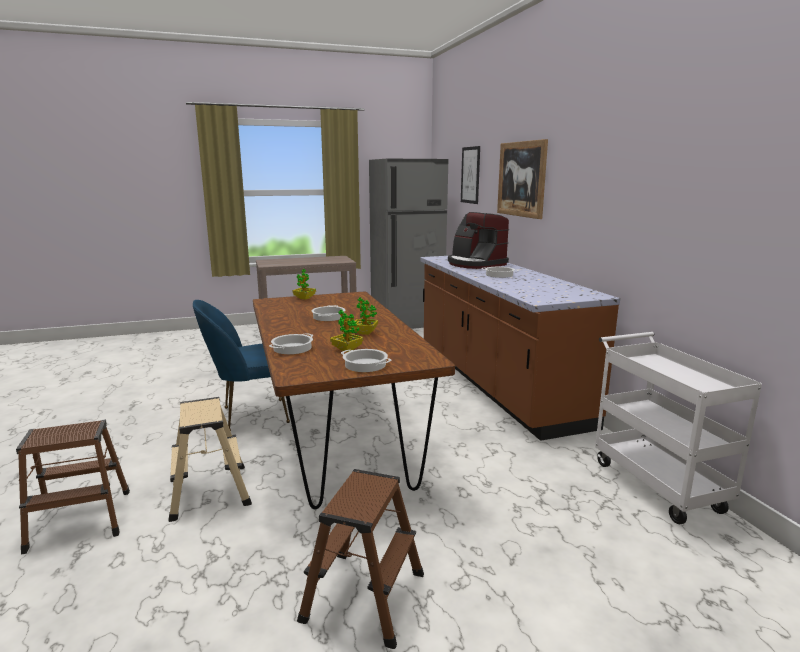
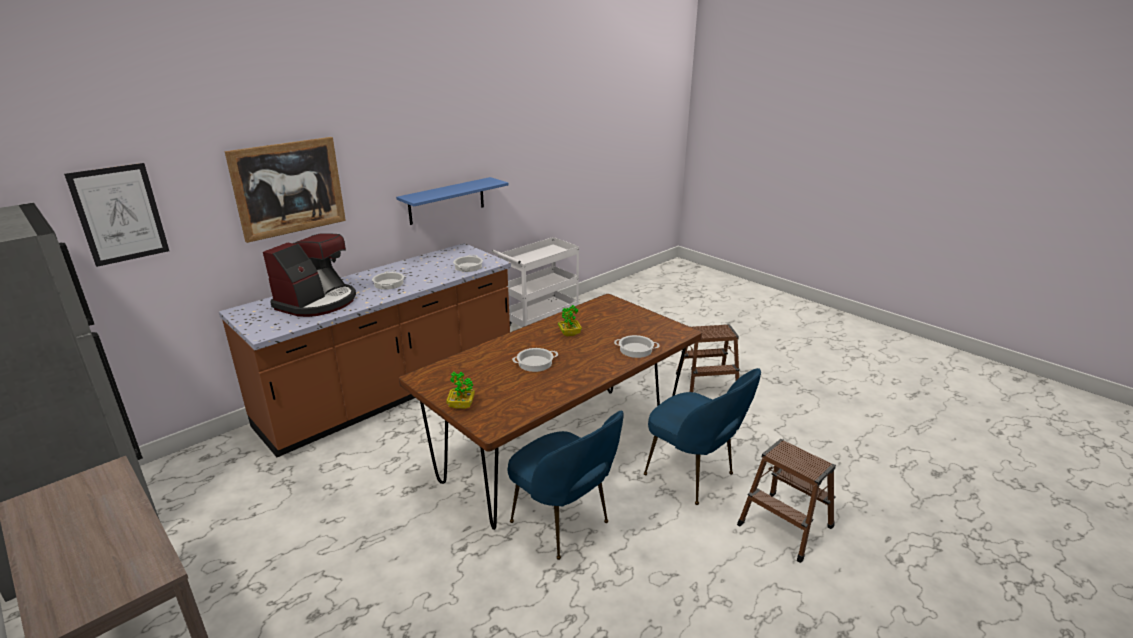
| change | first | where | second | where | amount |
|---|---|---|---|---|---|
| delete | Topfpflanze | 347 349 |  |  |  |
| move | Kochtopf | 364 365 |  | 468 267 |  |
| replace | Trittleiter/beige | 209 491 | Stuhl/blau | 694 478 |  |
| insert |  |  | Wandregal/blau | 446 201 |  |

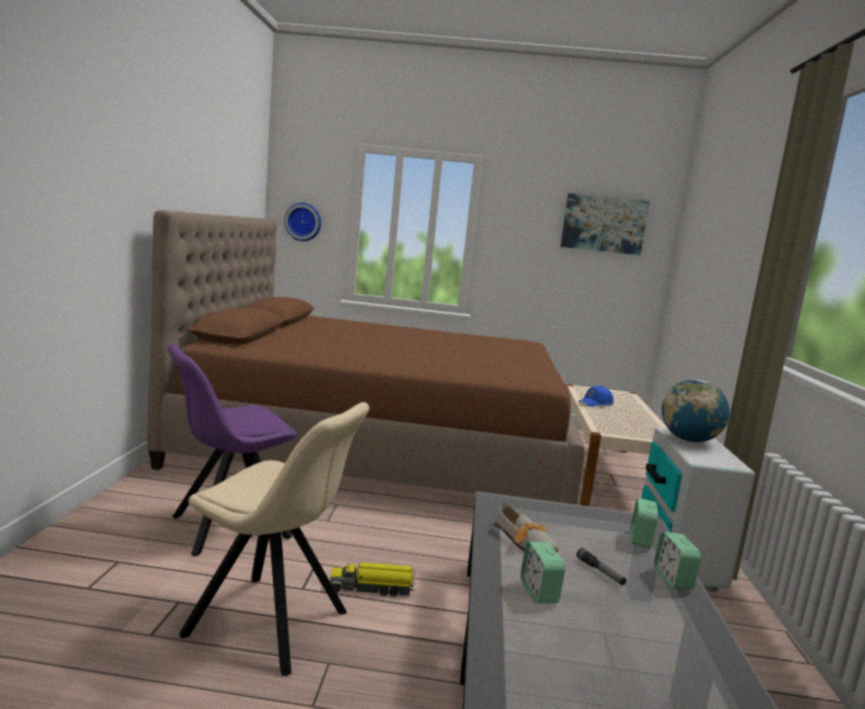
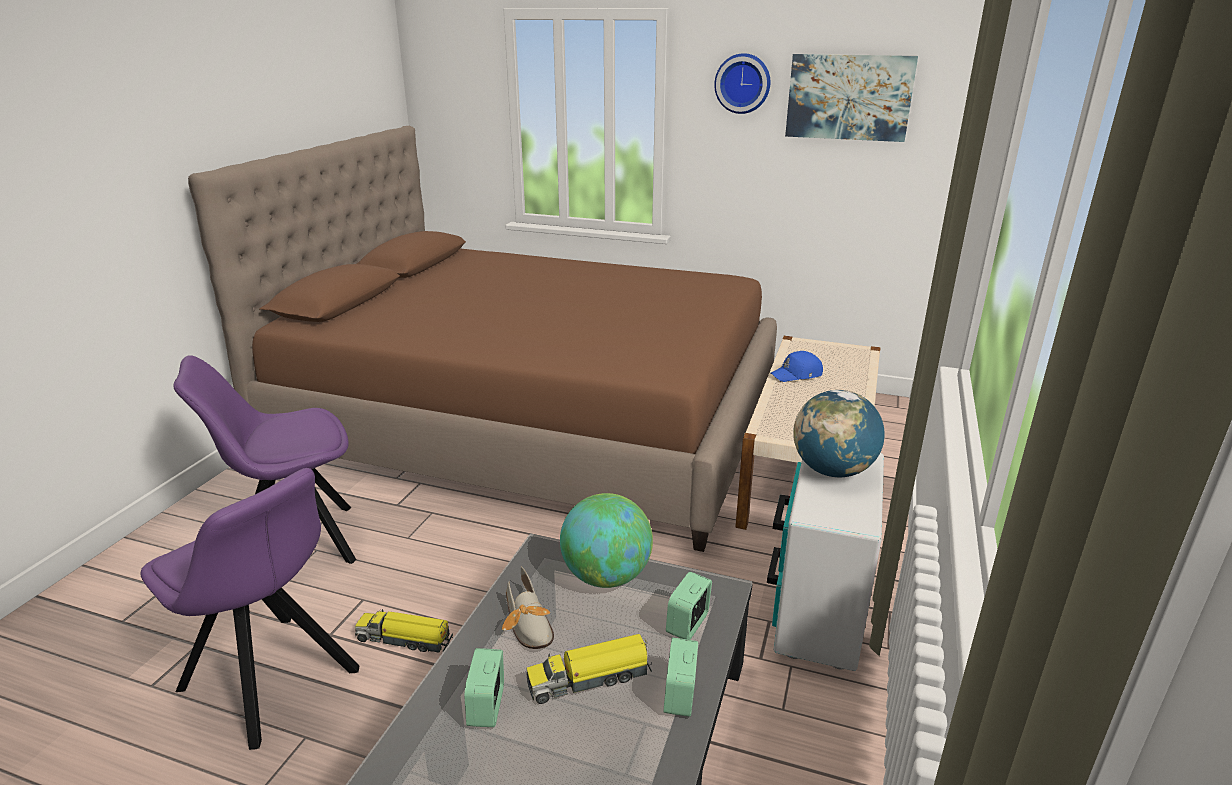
| change | first | where | second | where | amount |
|---|---|---|---|---|---|
| move | Wanduhr | 303 222 |  | 743 83 |  |
| recolor | Stuhl/beige | 269 623 | Stuhl/lila | 271 679 |  |
| replace | Taschenlampe | 600 572 | Spielzeuglaster | 590 678 |  |
| insert |  |  | Globus | 606 576 |  |

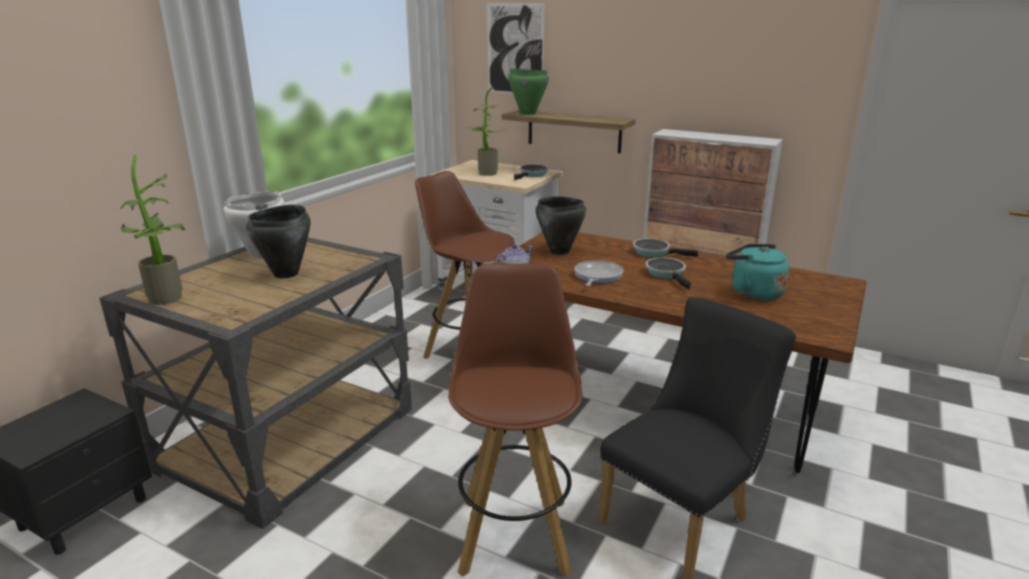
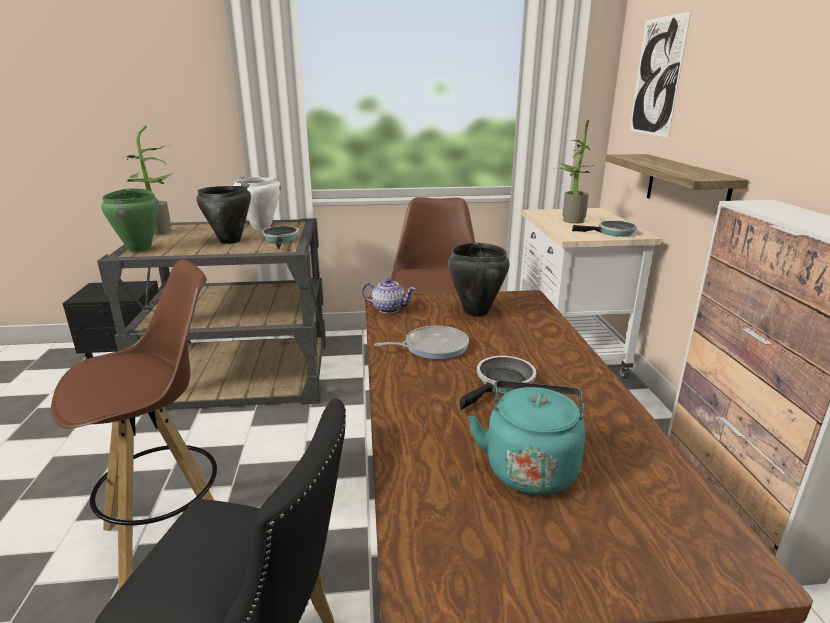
| change | first | where | second | where | amount |
|---|---|---|---|---|---|
| move | Kochtopf/grün | 527 113 |  | 140 249 |  |
| move | Pfanne | 654 252 |  | 281 239 |  |

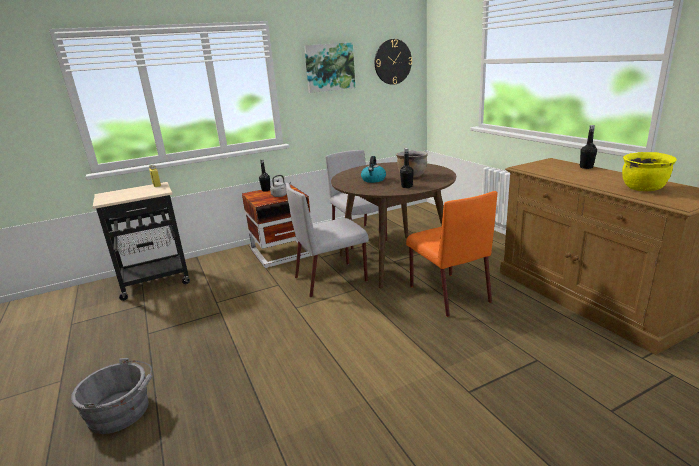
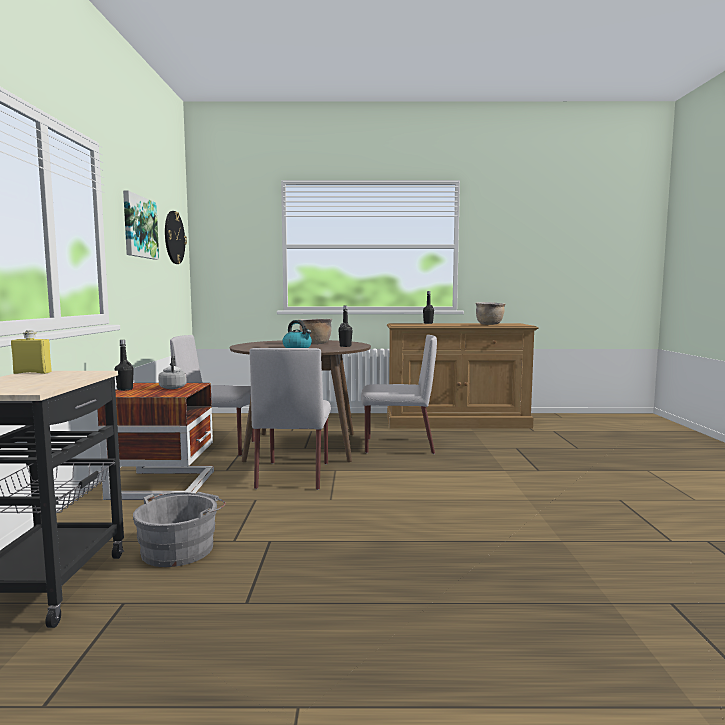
| change | first | where | second | where | amount |
|---|---|---|---|---|---|
| recolor | Kochtopf/gelb | 643 189 | Kochtopf/braun | 489 324 |  |
| recolor | Stuhl/orange | 448 293 | Stuhl/grau | 397 446 |  |
| move | Eimer/grau | 122 411 |  | 181 548 |  |

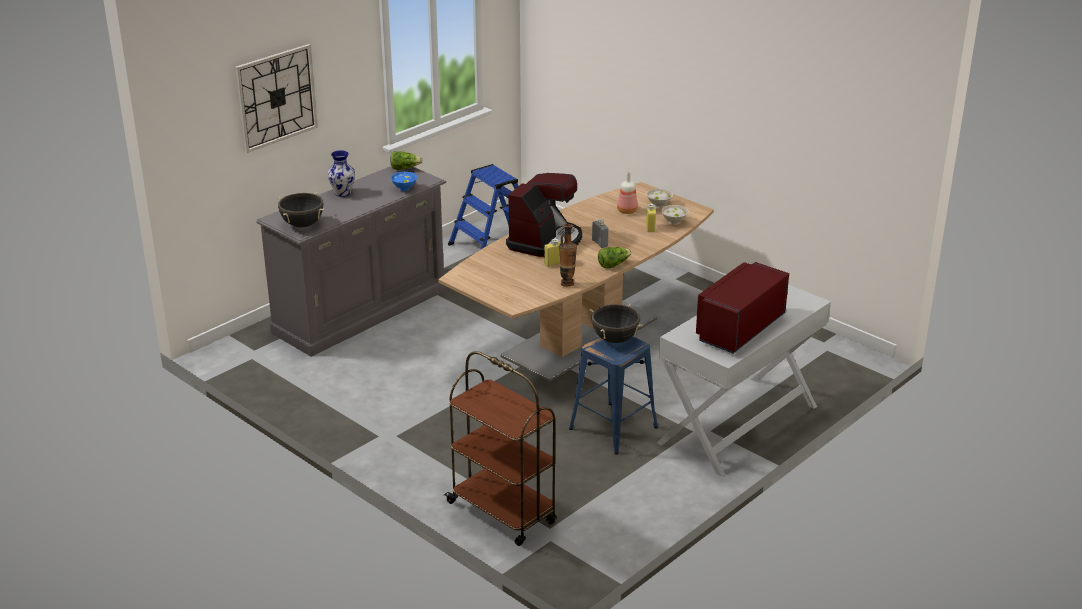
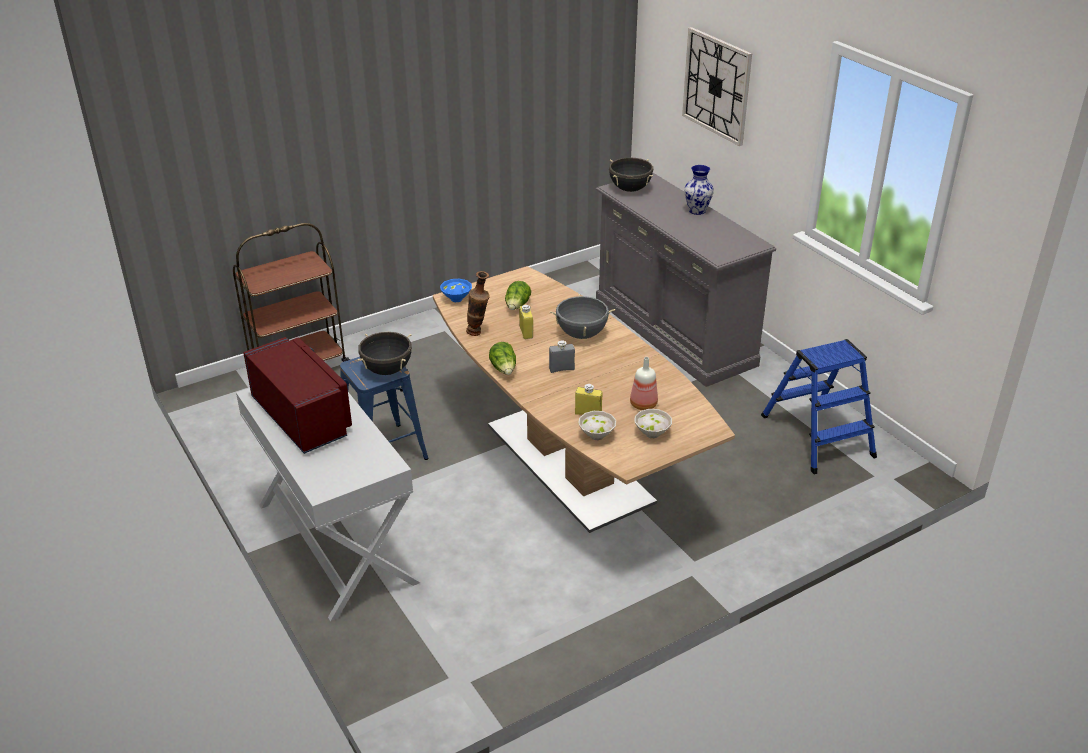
| change | first | where | second | where | amount |
|---|---|---|---|---|---|
| move | Salatkopf | 405 168 |  | 517 306 |  |
| move | Schüssel/blau | 404 188 |  | 457 299 |  |
| replace | Kaffeemaschine | 545 241 | Kochtopf/grau | 582 334 |  |

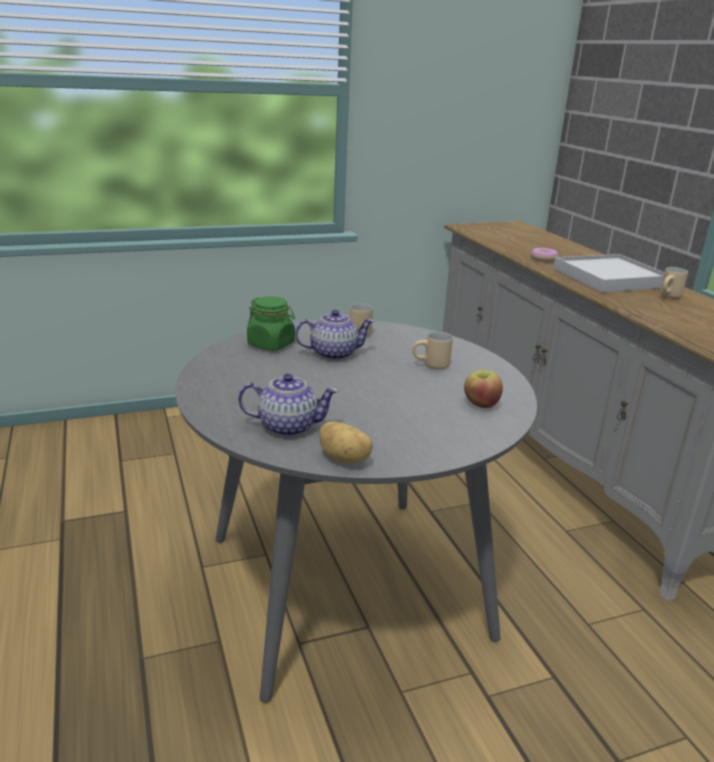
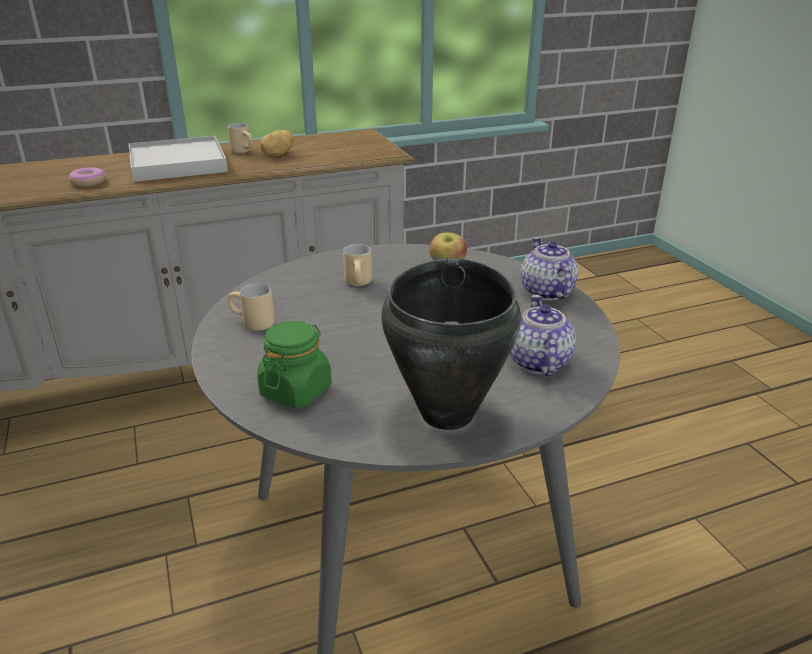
| change | first | where | second | where | amount |
|---|---|---|---|---|---|
| move | Teekanne | 333 353 |  | 546 292 |  |
| move | Kartoffel | 345 458 |  | 277 154 |  |
| insert |  |  | Kochtopf/schwarz | 448 413 |  |

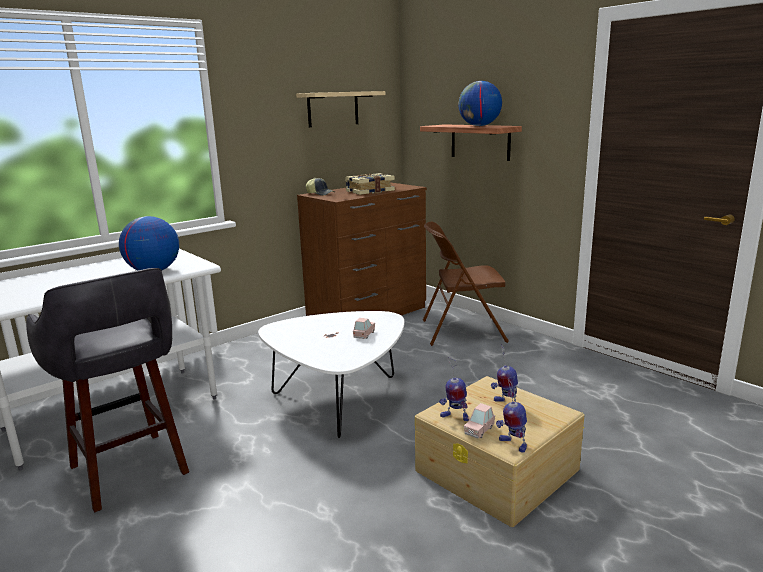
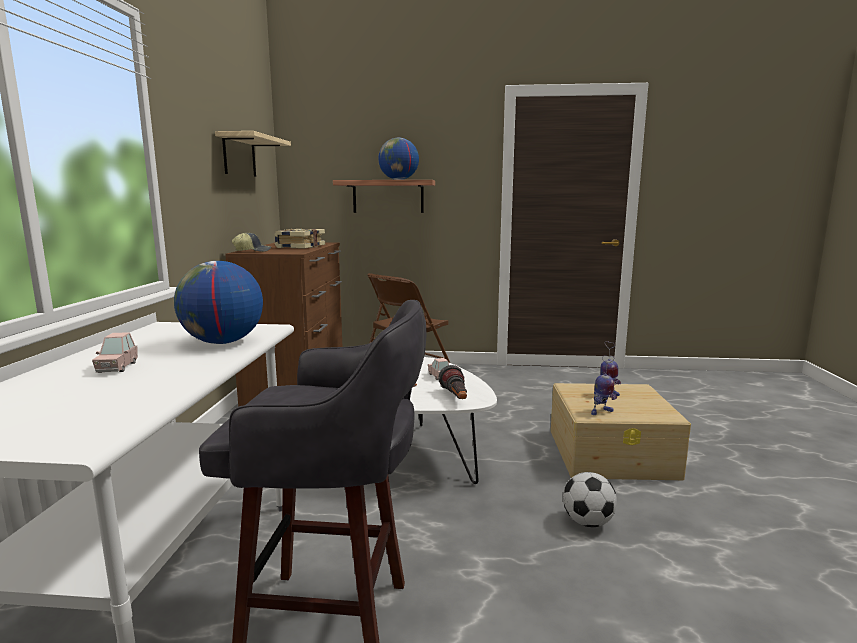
| change | first | where | second | where | amount |
|---|---|---|---|---|---|
| delete | Spielzeugroboter | 512 444 |  |  |  |
| move | Spielzeugauto/rosa | 479 430 |  | 117 367 |  |
| insert |  |  | Taschenlampe | 456 398 |  |
| insert |  |  | Fußball | 588 522 |  |

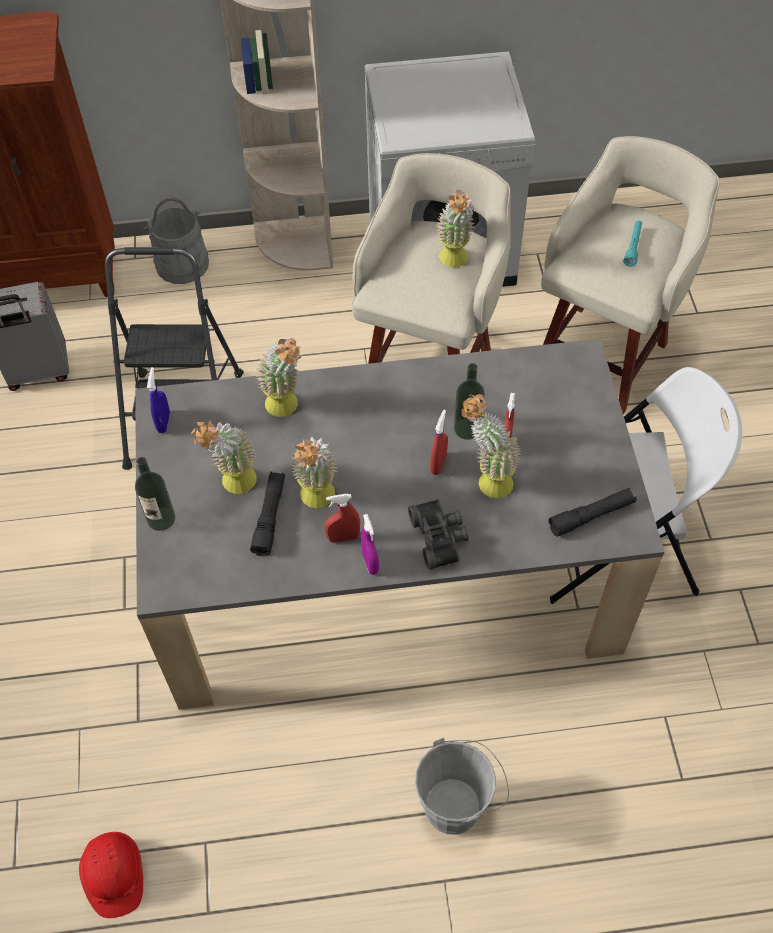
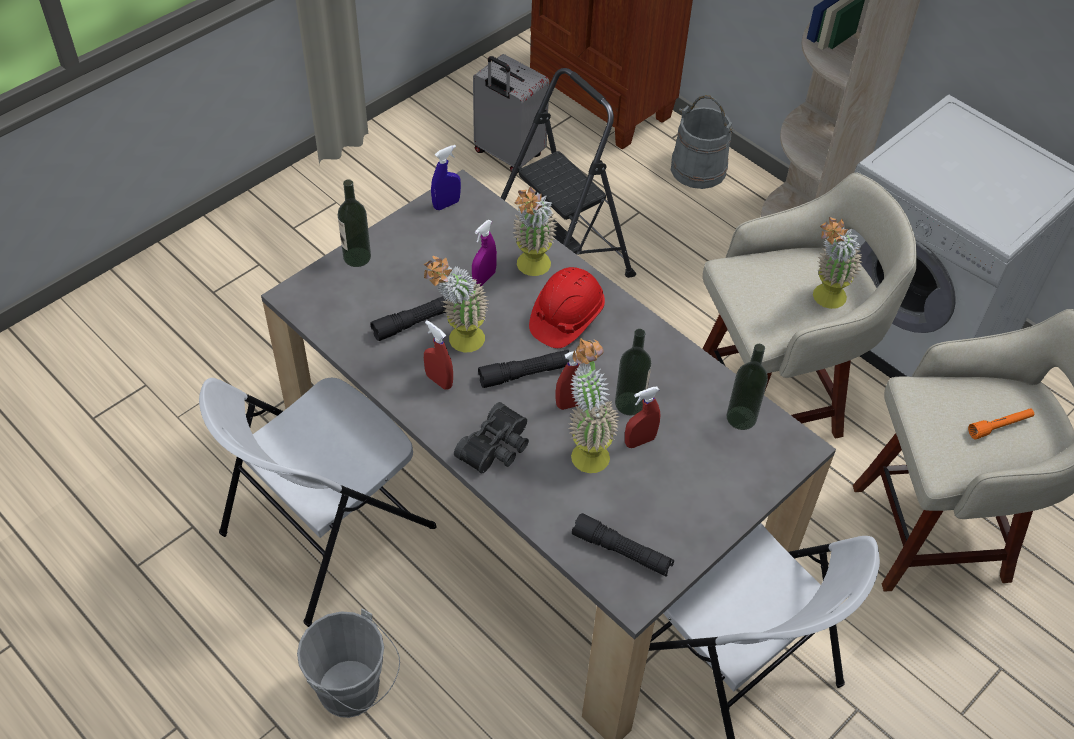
| change | first | where | second | where | amount |
|---|---|---|---|---|---|
| recolor | Taschenlampe/türkis | 633 246 | Taschenlampe/orange | 1000 426 |  |
| delete | Topfpflanze | 234 486 |  |  |  |
| move | Sprühflasche/lila | 370 562 |  | 484 278 |  |
| move | Schutzhelm/rot | 115 876 |  | 566 318 |  |
| insert |  |  | Flasche | 741 418 |  |
| insert |  |  | Taschenlampe/schwarz | 525 374 |  |
| insert |  |  | Stuhl/weiß | 327 529 |  |

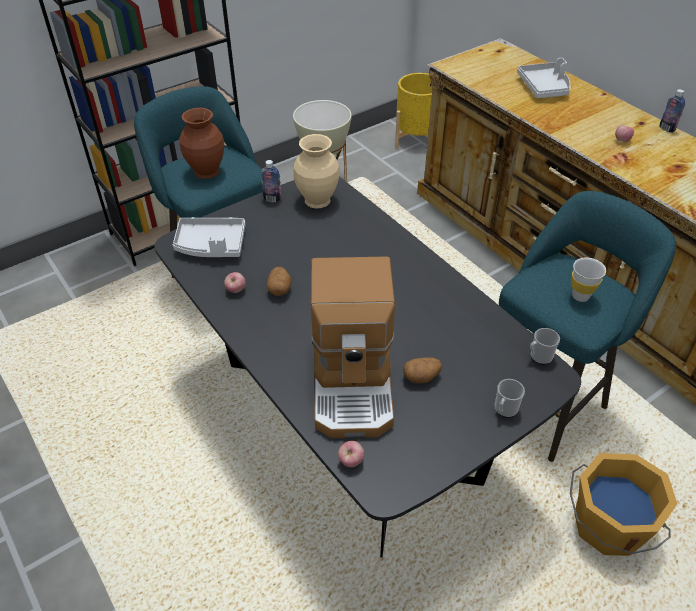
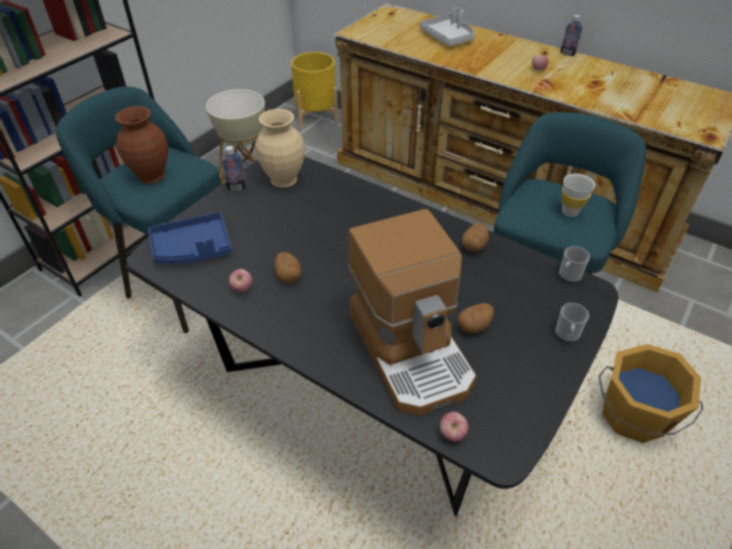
| change | first | where | second | where | amount |
|---|---|---|---|---|---|
| recolor | Tablett/grau | 211 245 | Tablett/blau | 193 249 |  |
| insert |  |  | Kartoffel | 474 245 |  |

